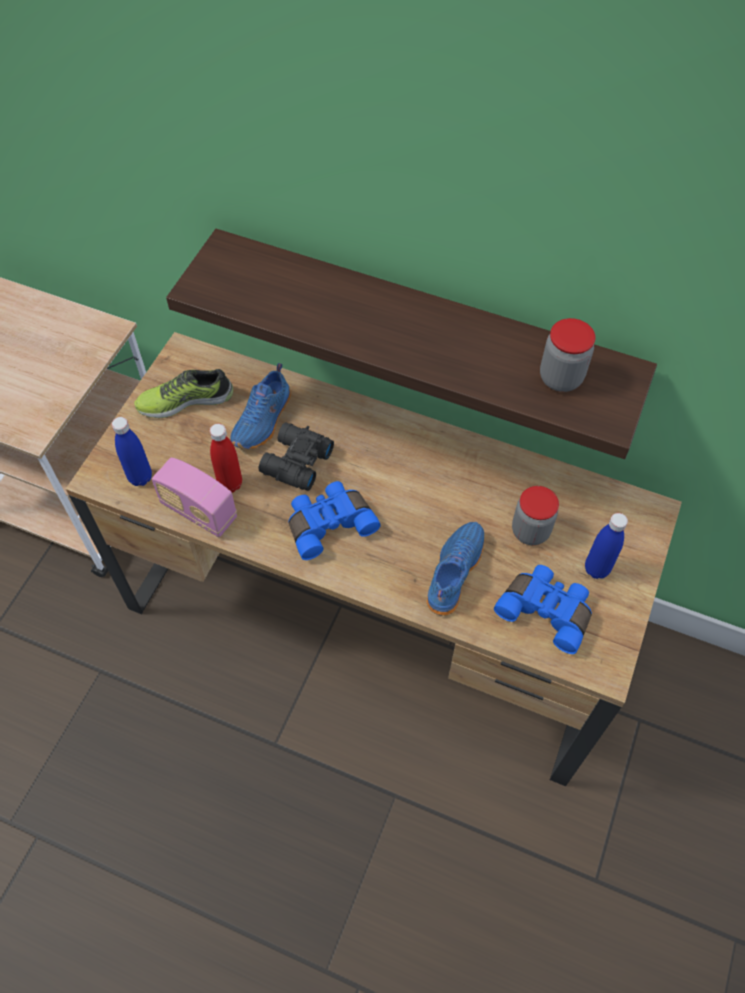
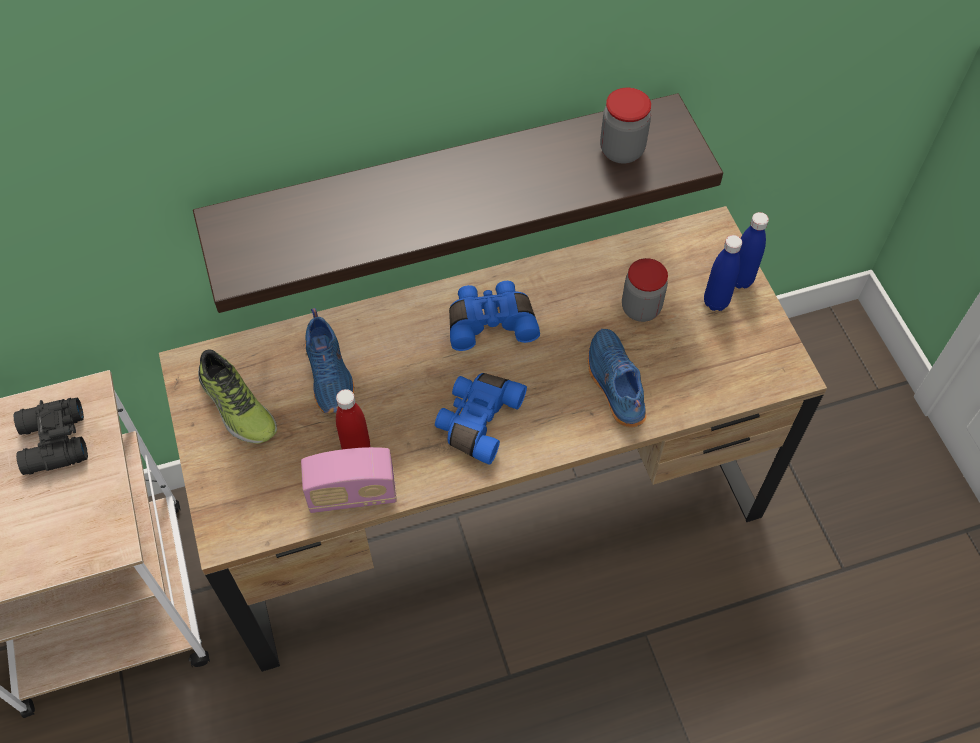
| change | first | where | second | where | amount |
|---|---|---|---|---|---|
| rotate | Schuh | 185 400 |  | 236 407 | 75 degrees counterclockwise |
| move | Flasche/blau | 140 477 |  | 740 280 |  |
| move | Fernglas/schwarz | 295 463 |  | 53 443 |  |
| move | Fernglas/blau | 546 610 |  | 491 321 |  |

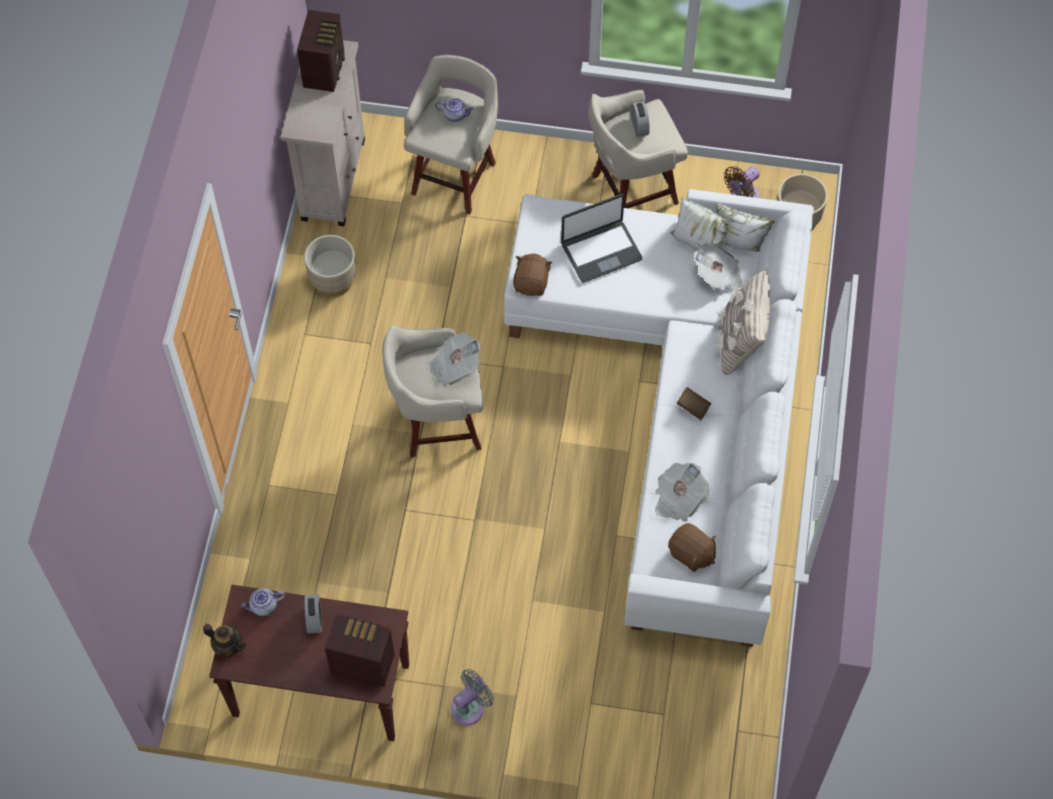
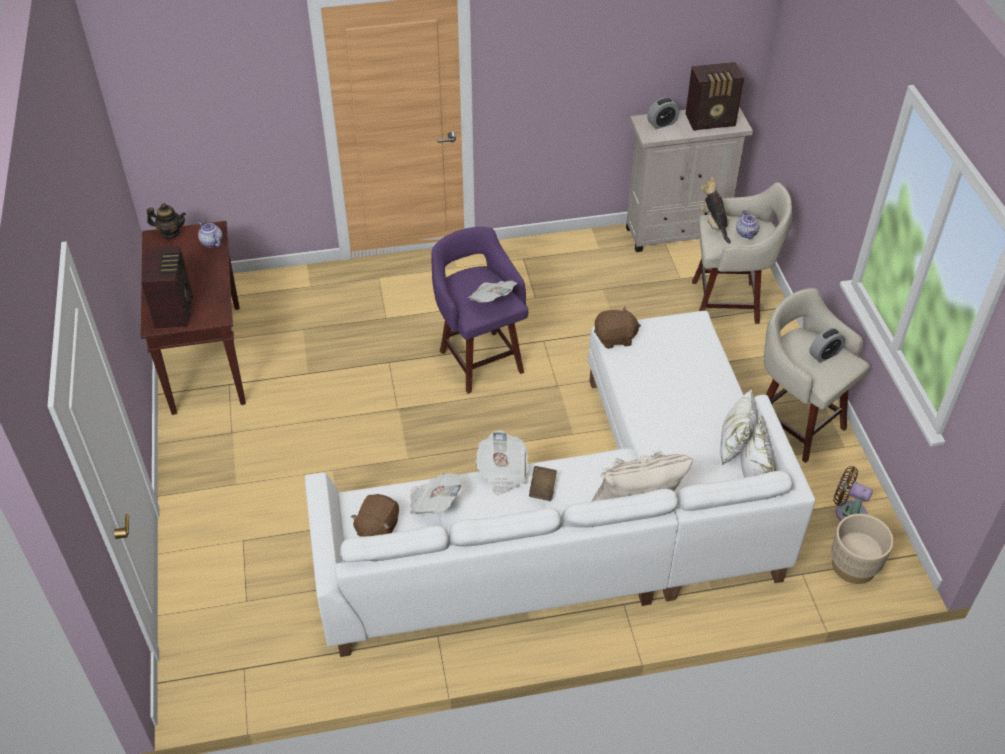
| change | first | where | second | where | amount |
|---|---|---|---|---|---|
| delete | Laptop | 601 251 |  |  |  |
| delete | Pflanzkübel/beige | 333 280 |  |  |  |
| move | Zeitung | 718 275 |  | 502 472 |  |
| recolor | Hocker/beige | 437 423 | Hocker/lila | 480 359 |  |
| move | Wecker | 314 619 |  | 662 124 |  |
| rotate | Teekanne | 228 646 |  | 170 233 | 90 degrees counterclockwise |
| delete | Ventilator/grau | 470 707 |  |  |  |
| insert |  |  | Plüschtier | 714 224 |  |

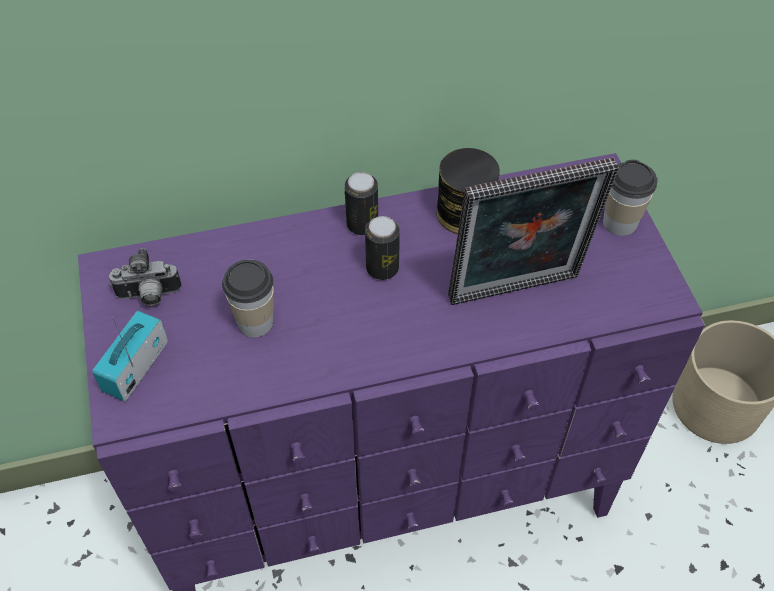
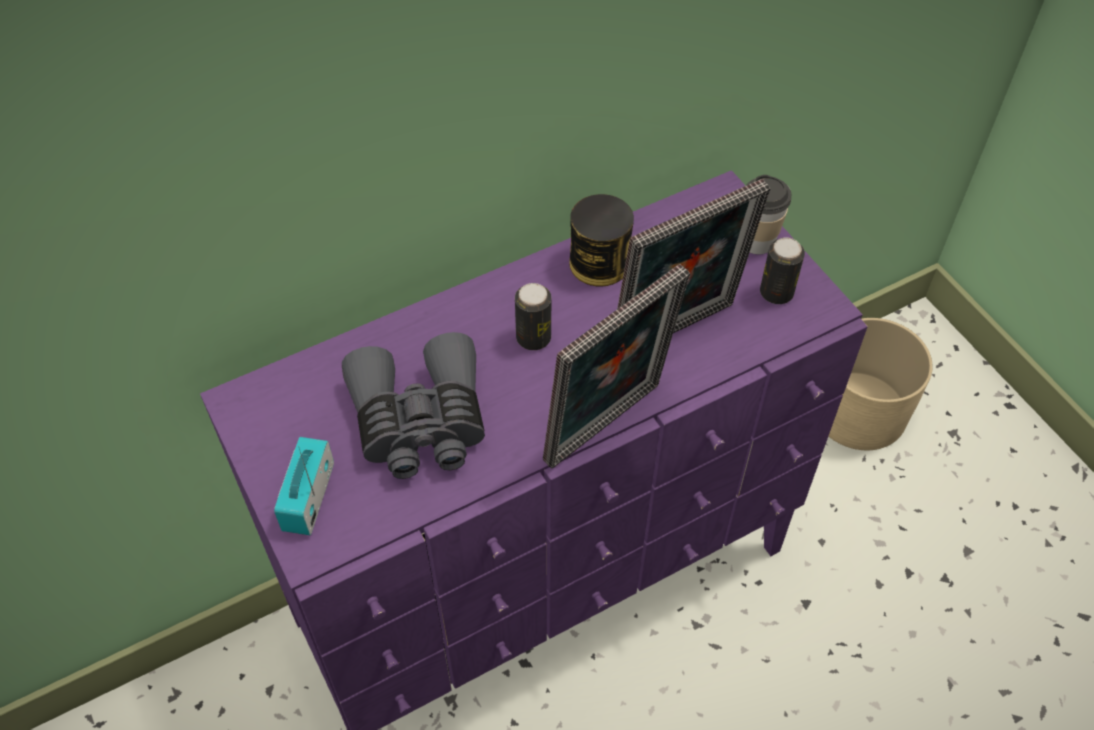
| change | first | where | second | where | amount |
|---|---|---|---|---|---|
| move | Dose | 362 224 |  | 776 293 |  |
| delete | Kamera | 149 296 |  |  |  |
| replace | Tasse | 255 322 | Fernglas/grau | 419 422 |  |
| insert |  |  | Bilderrahmen | 608 428 |  |

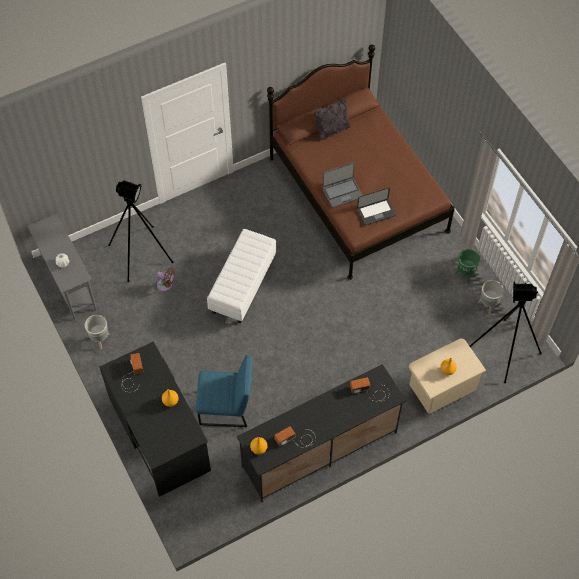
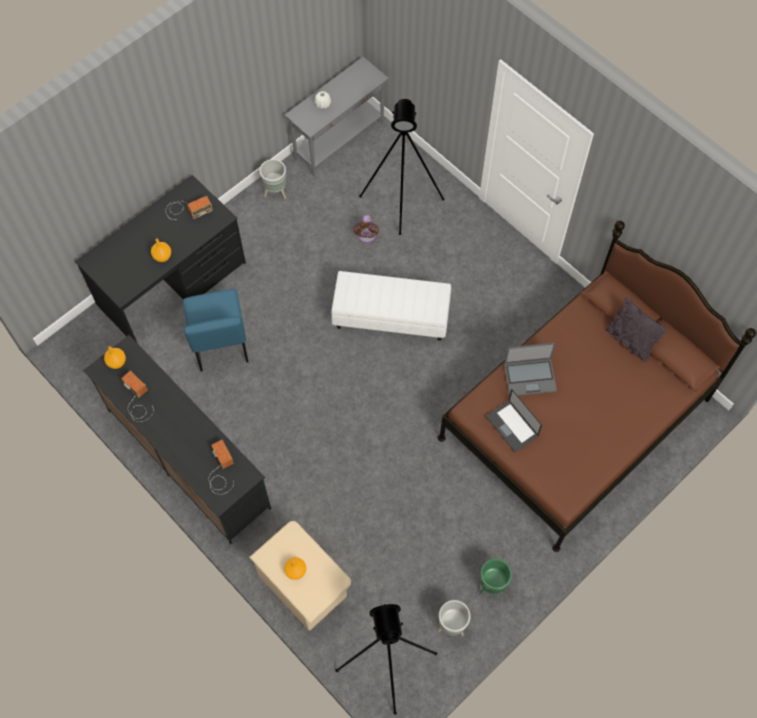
| change | first | where | second | where | amount |
|---|---|---|---|---|---|
| rotate | Laptop | 342 192 |  | 529 377 | 60 degrees counterclockwise |

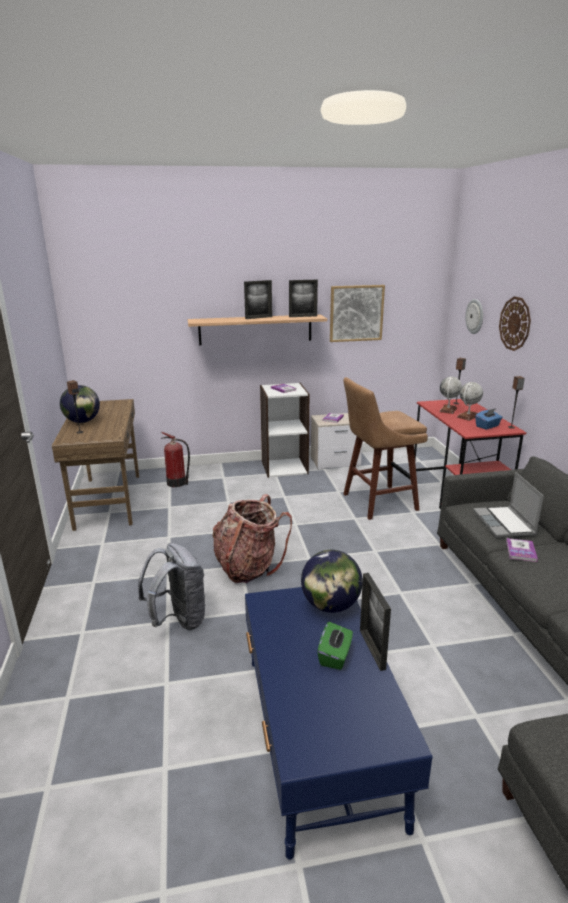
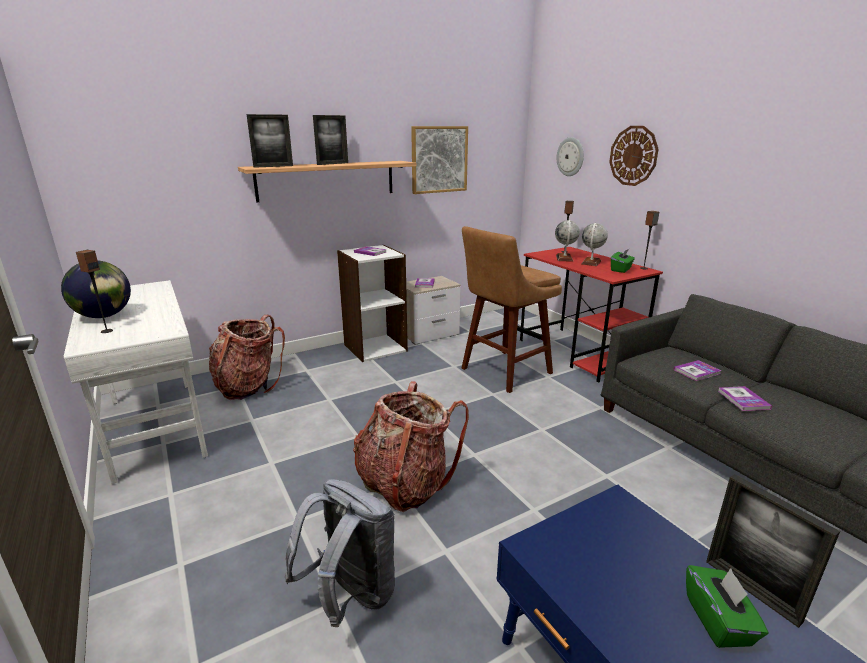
| change | first | where | second | where | amount |
|---|---|---|---|---|---|
| move | Bilderrahmen | 303 316 |  | 273 166 |  |
| recolor | Konsolentisch/braun | 108 501 | Konsolentisch/weiß | 155 427 |  |
| recolor | Taschentuchbox/blau | 487 426 | Taschentuchbox/grün | 621 269 |  |
| replace | Feuerlöscher | 177 483 | Rucksack | 248 386 |  |
| replace | Laptop | 505 523 | Buch | 697 371 |  |
| delete | Globus | 330 605 |  |  |  |

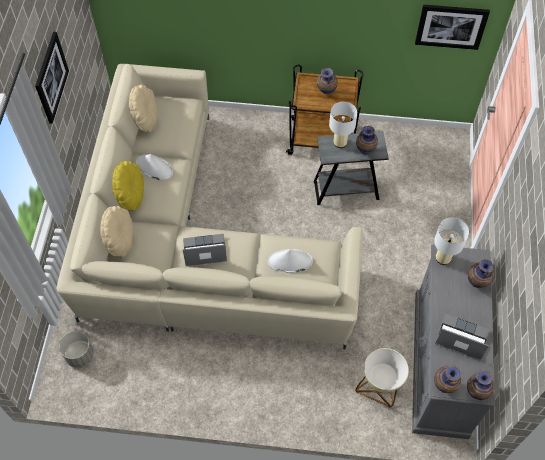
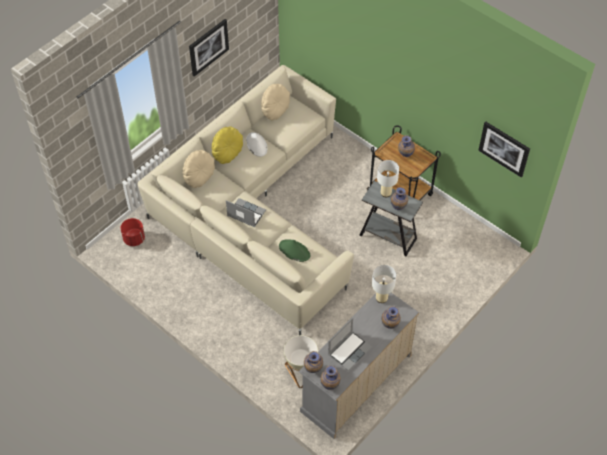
| change | first | where | second | where | amount |
|---|---|---|---|---|---|
| recolor | Hut/weiß | 290 261 | Hut/grün | 294 251 |  |
| rotate | Laptop | 461 338 |  | 349 350 | 75 degrees clockwise |
| recolor | Pflanzkübel/grau | 79 355 | Pflanzkübel/rot | 134 239 |  |

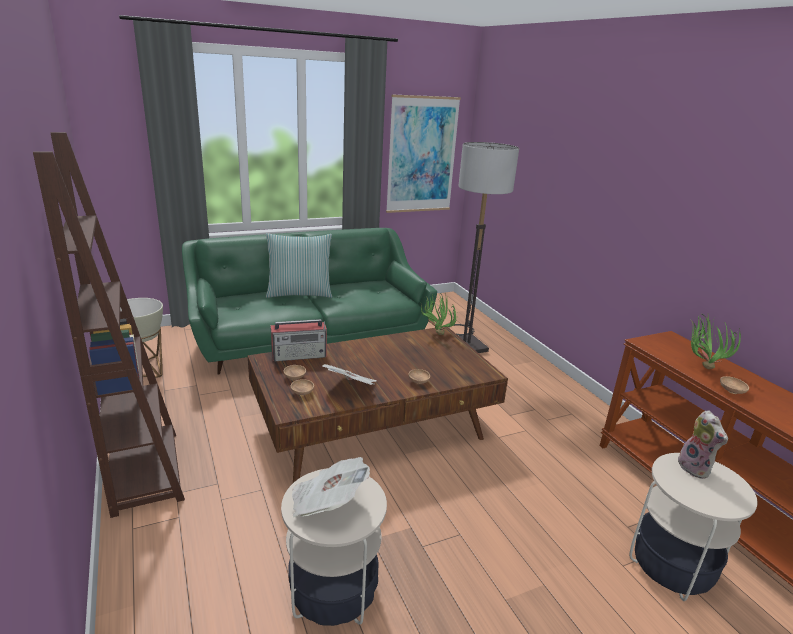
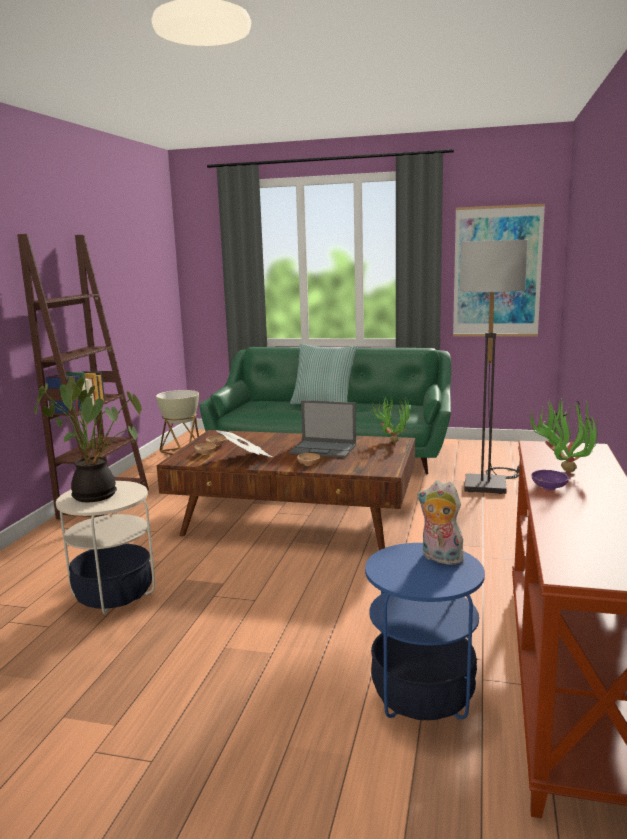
| change | first | where | second | where | amount |
|---|---|---|---|---|---|
| delete | Radio | 300 355 |  |  |  |
| recolor | Schüssel/braun | 731 391 | Schüssel/lila | 549 488 |  |
| rotate | Plüschtier | 696 468 |  | 439 558 | 105 degrees clockwise |
| recolor | Beistelltisch/beige | 671 569 | Beistelltisch/blau | 422 696 |  |
| replace | Zeitung | 327 502 | Topfpflanze | 97 494 |  |
| insert |  |  | Laptop | 324 449 |  |

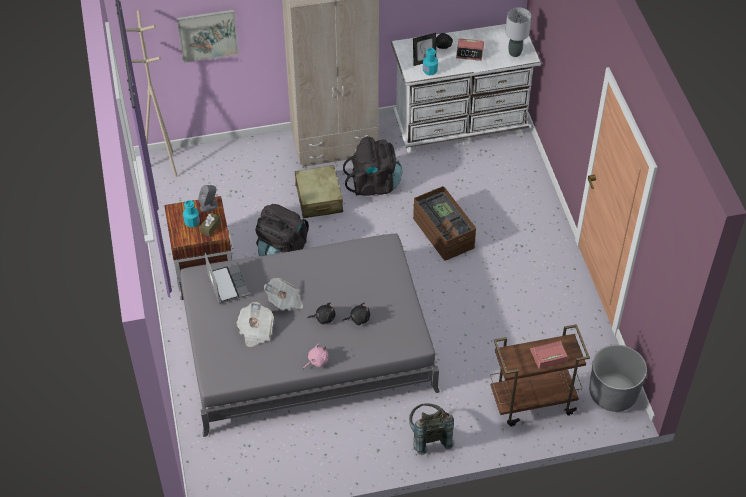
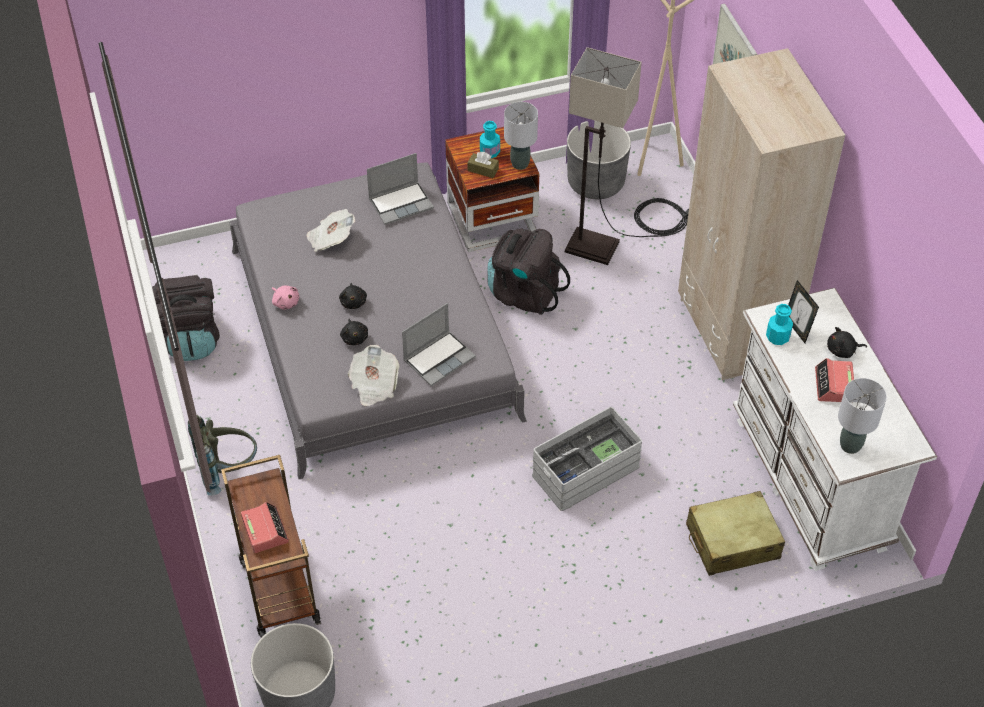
| change | first | where | second | where | amount |
|---|---|---|---|---|---|
| move | Rucksack/schwarz | 374 184 |  | 191 338 |  |
| move | Koffer/beige | 319 199 |  | 732 542 |  |
| replace | Lautsprecher/grau | 209 205 | Tischlampe/grau | 520 164 |  |
| recolor | Aufbewahrungsbox/braun | 444 232 | Aufbewahrungsbox/grau | 586 471 |  |
| move | Zeitung | 285 301 |  | 374 385 |  |
| insert |  |  | Stehlampe | 630 232 |  |
| insert |  |  | Pflanzkübel/grau | 596 182 |  |
| insert |  |  | Laptop | 439 358 |  |

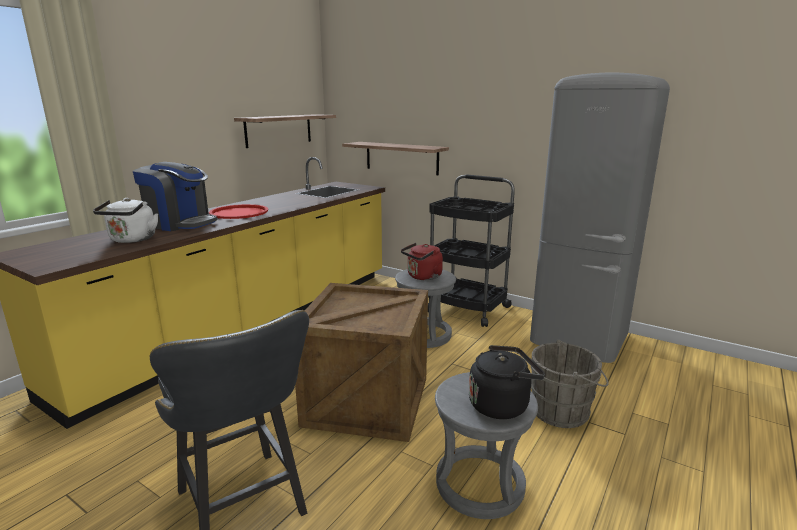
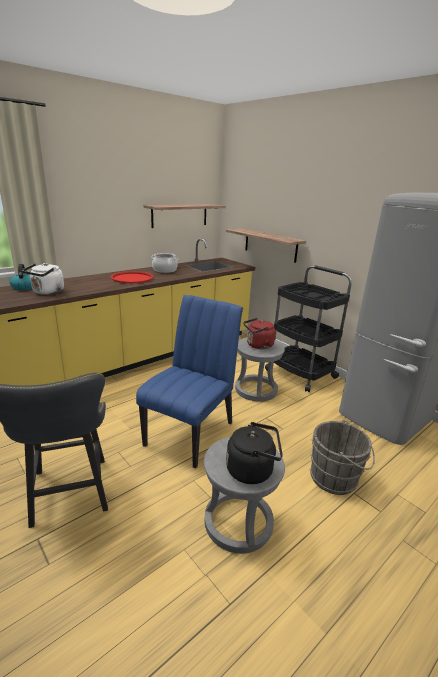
| change | first | where | second | where | amount |
|---|---|---|---|---|---|
| delete | Kaffeemaschine | 180 223 |  |  |  |
| replace | Kiste | 369 400 | Stuhl/blau | 190 434 |  |
| insert |  |  | Kochtopf | 164 270 |  |
| insert |  |  | Wasserkessel | 24 287 |  |

